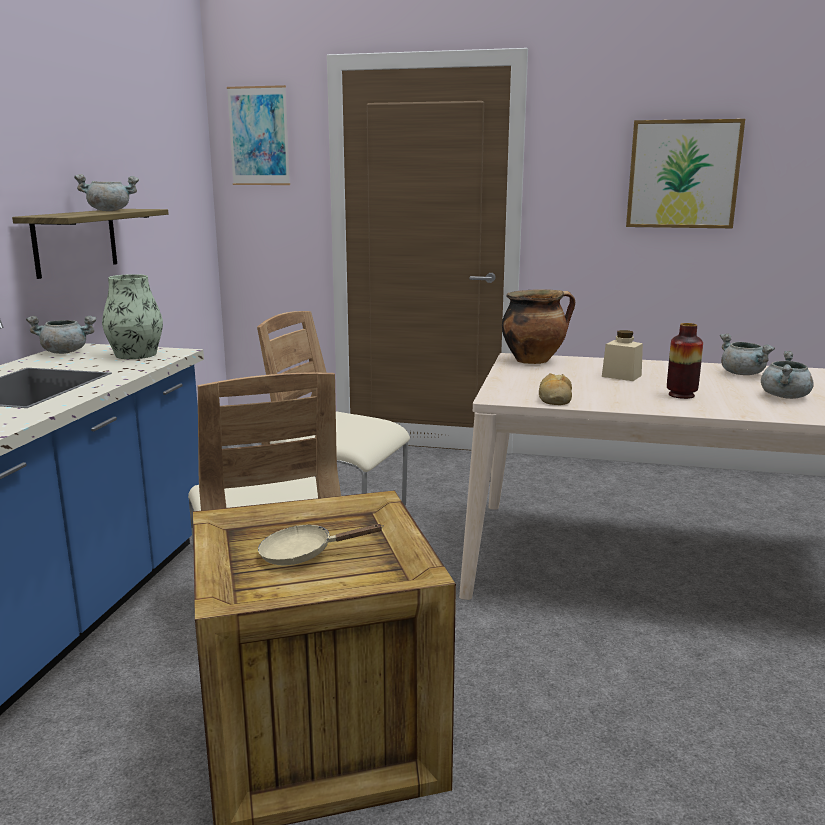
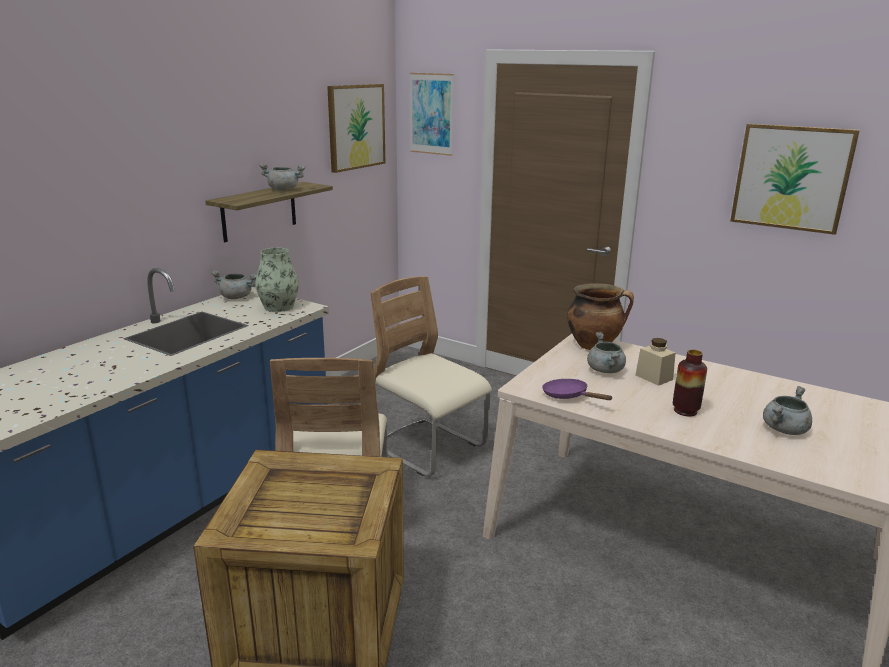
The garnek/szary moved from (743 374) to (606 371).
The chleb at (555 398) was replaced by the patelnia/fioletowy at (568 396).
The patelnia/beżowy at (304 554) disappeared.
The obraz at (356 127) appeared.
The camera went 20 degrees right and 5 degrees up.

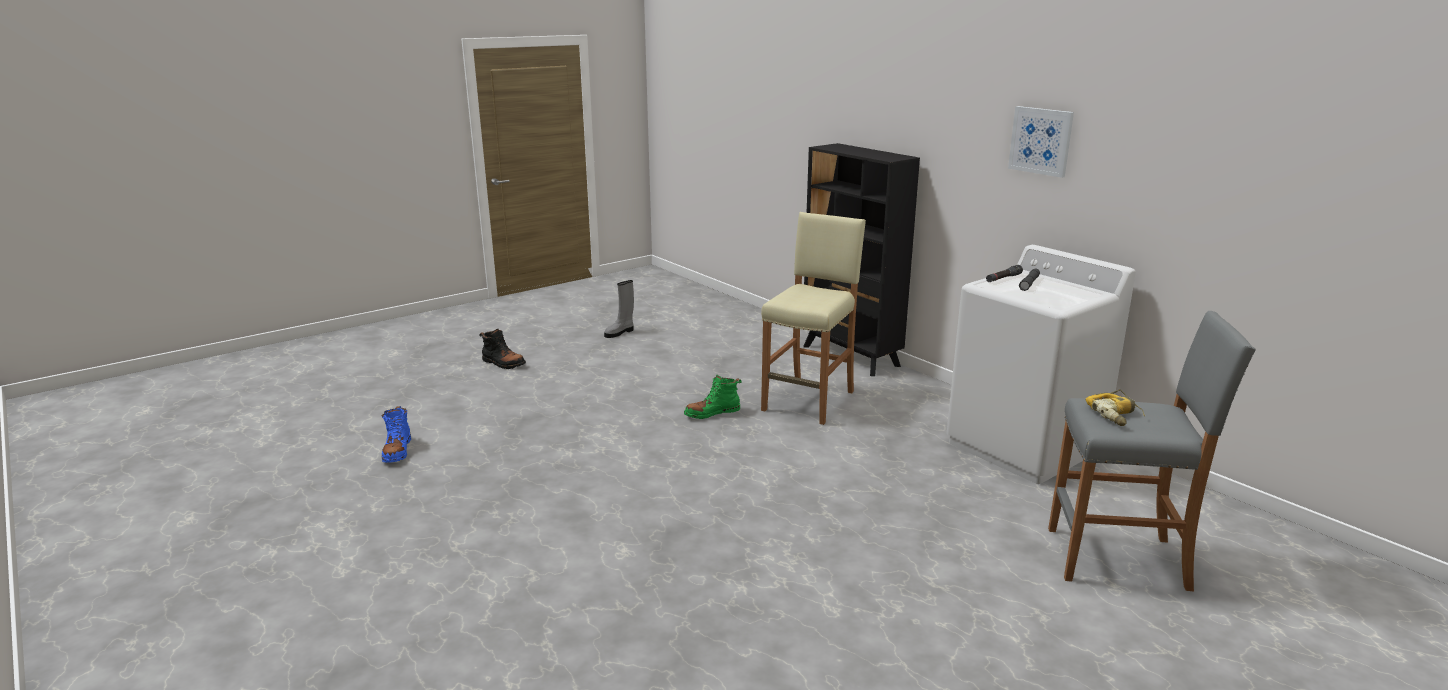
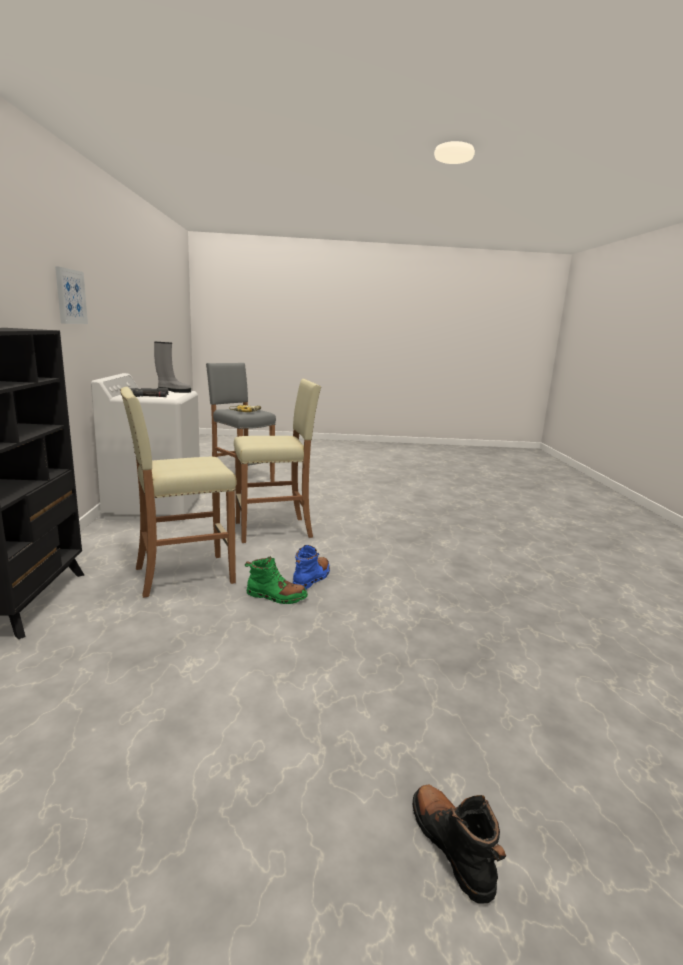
The but z cholewką/szary moved from (620 332) to (173 391).
The but z cholewką/niebieski moved from (397 451) to (312 578).
The stołek/beżowy at (274 530) appeared.
The camera went 145 degrees left and 5 degrees down.

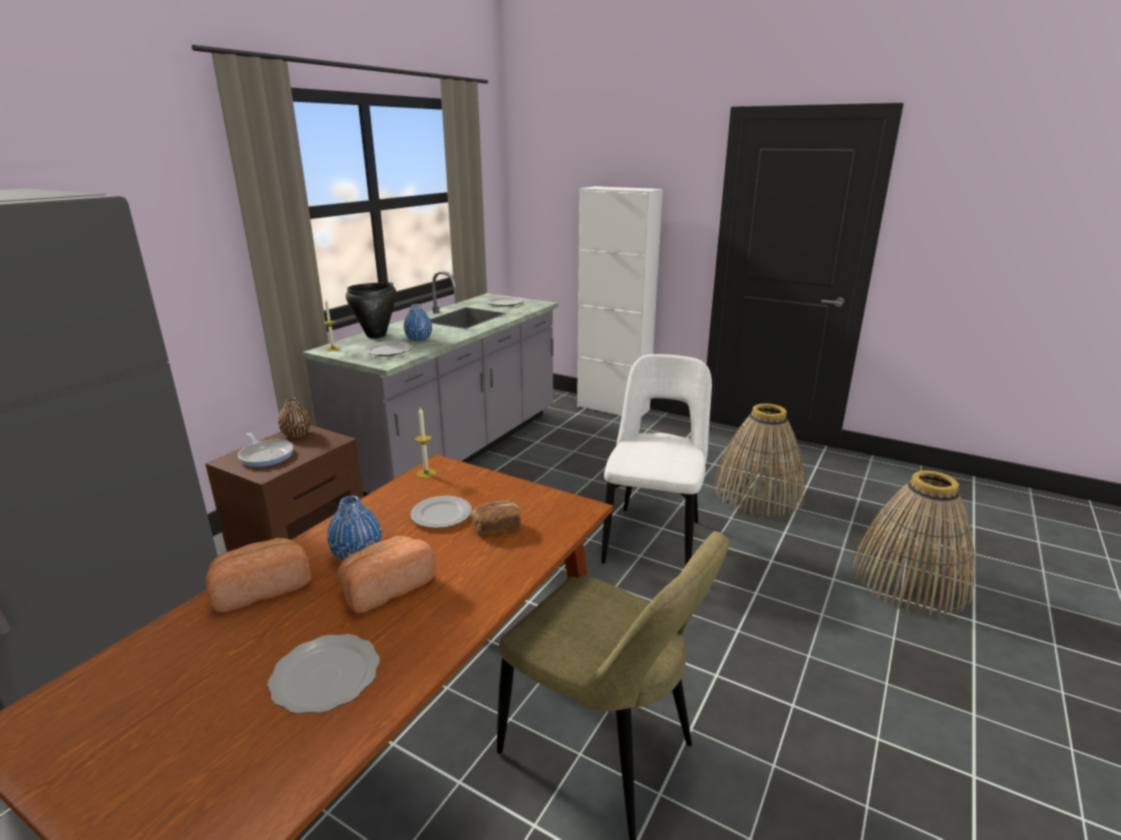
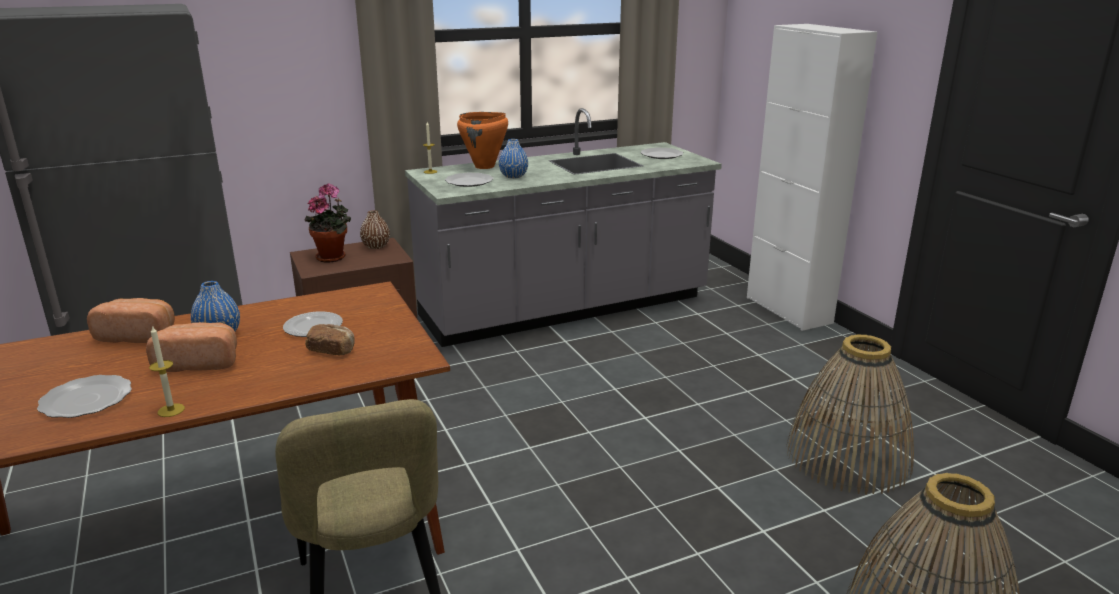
The garnek/czarny at (376 335) became the garnek/pomarańczowy at (484 166).
The krzesło/biały at (654 538) disappeared.
The świeca moved from (426 473) to (171 410).
The patelnia at (266 455) was replaced by the roślina doniczkowa at (333 257).
The camera went 35 degrees right and 0 degrees up.

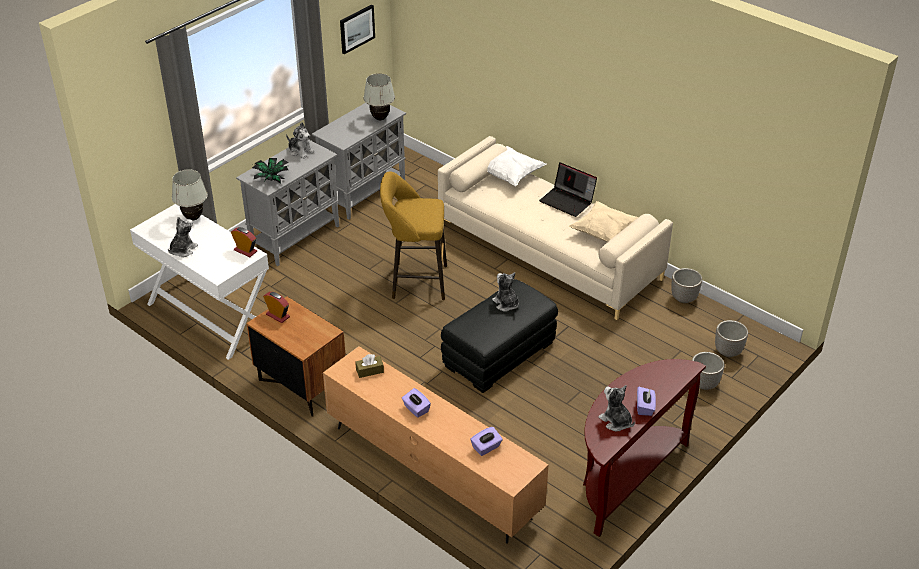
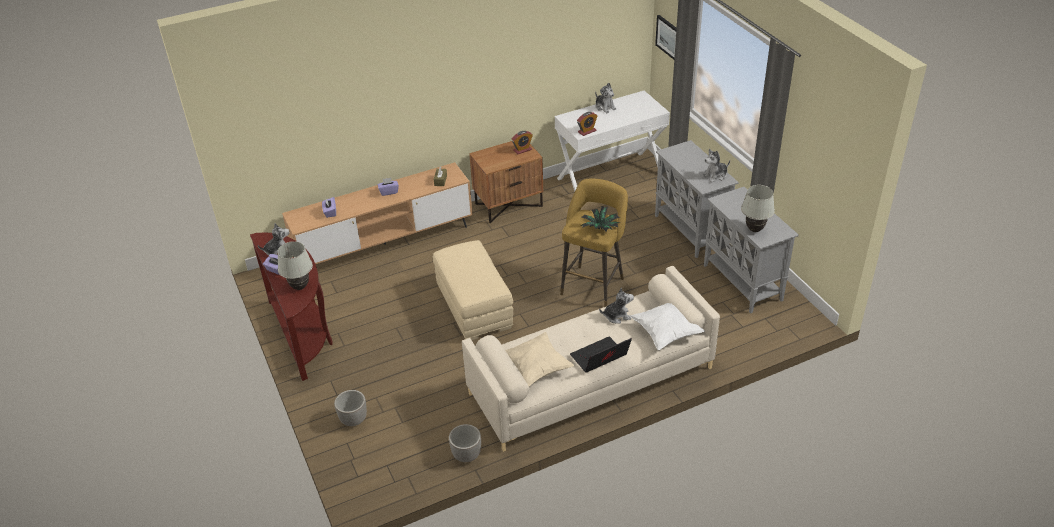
The obraz moved from (356 28) to (669 37).
The roślina doniczkowa moved from (271 178) to (600 229).
The lampa stołowa/biały moved from (193 217) to (300 287).
The pluszak moved from (506 304) to (617 316).
The pufa/czarny at (499 355) became the pufa/beżowy at (473 307).
The donica at (728 352) disappeared.
The camera went 115 degrees right and 0 degrees up.

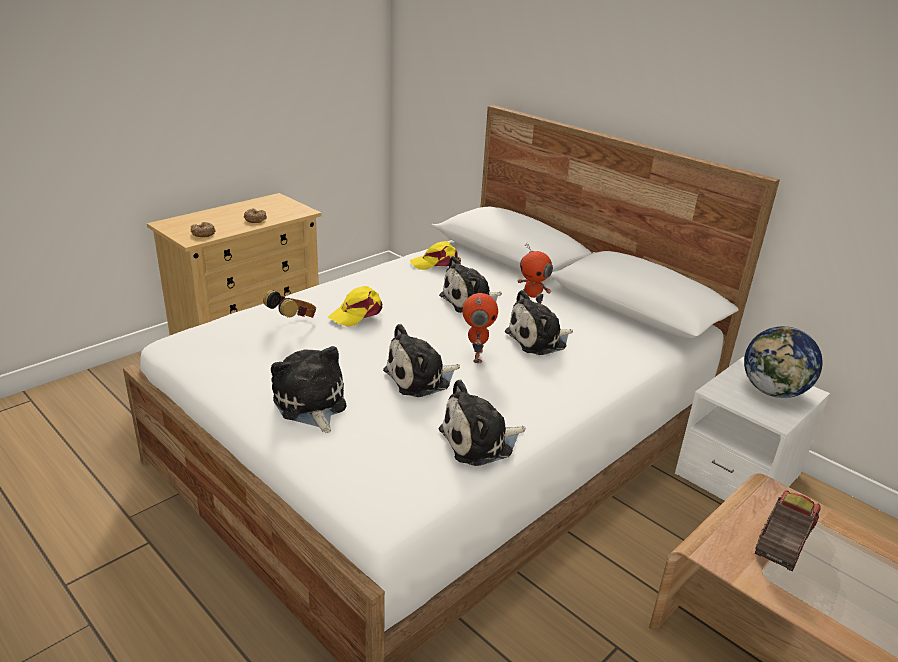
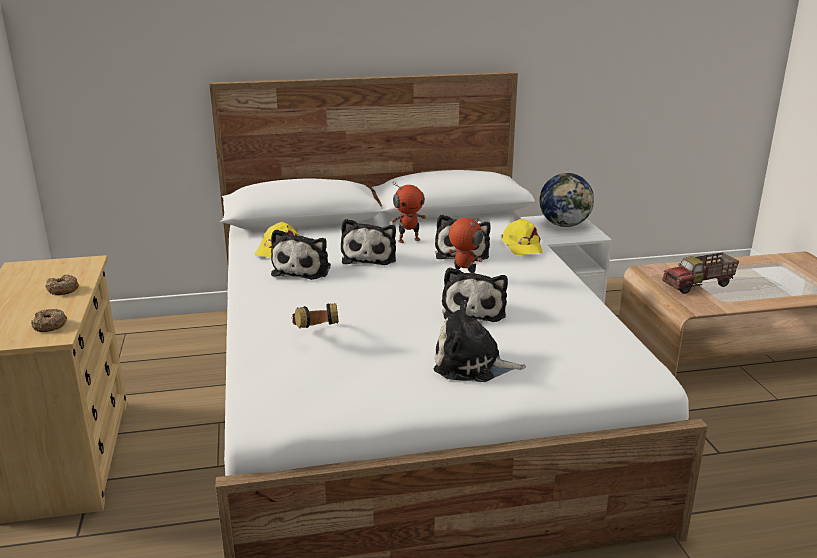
The czapka z daszkiem/żółty moved from (357 313) to (521 246).
The pluszak moved from (480 441) to (303 269).
The ciężarówka zabawkowa at (782 542) turned 90 degrees counterclockwise.
The camera went 55 degrees left and 5 degrees down.

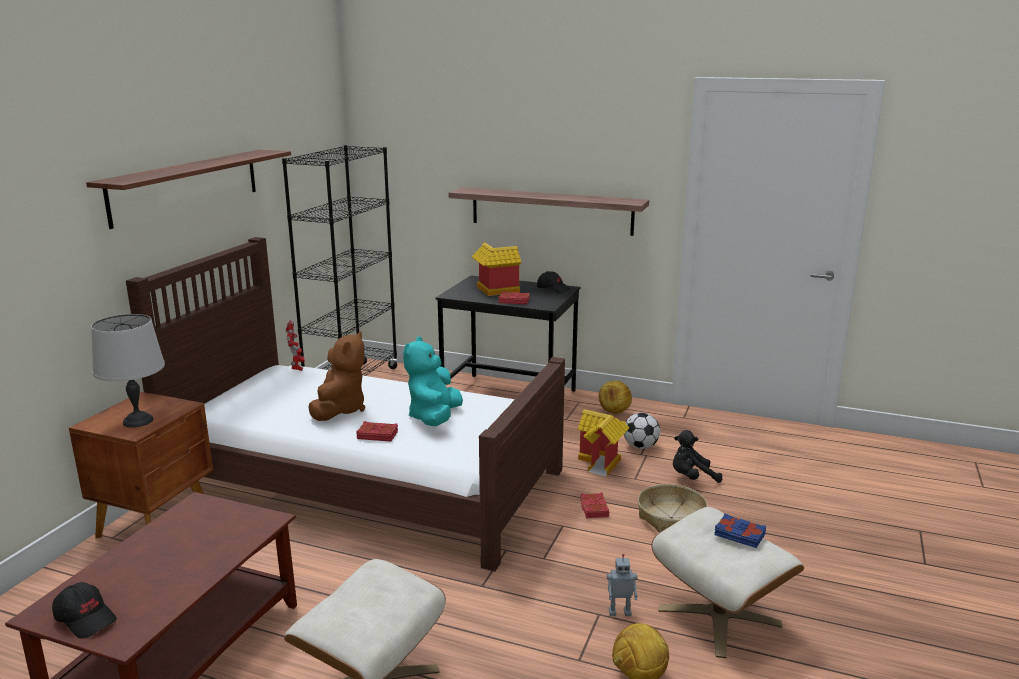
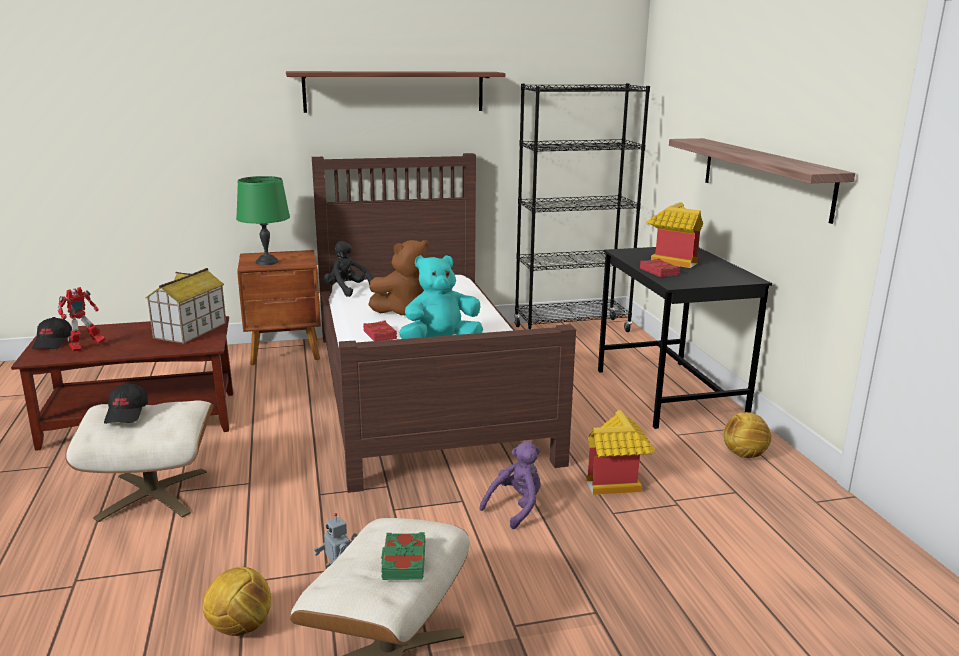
The czapka z daszkiem/czarny moved from (553 289) to (127 413).
The lampa stołowa/szary at (138 421) became the lampa stołowa/zielony at (267 262).
The robot zabawkowy moved from (297 368) to (85 347).
The piłka futbolowa at (640 447) disappeared.
The pluszak/czarny moved from (692 478) to (347 290).
The koszyk at (671 518) disappeared.
The książka/czerwony at (593 508) was replaced by the pluszak/fioletowy at (516 507).
The książka/niebieski at (739 535) became the książka/zielony at (403 561).
The domek at (190 330) appeared.
The camera went 55 degrees right and 0 degrees up.

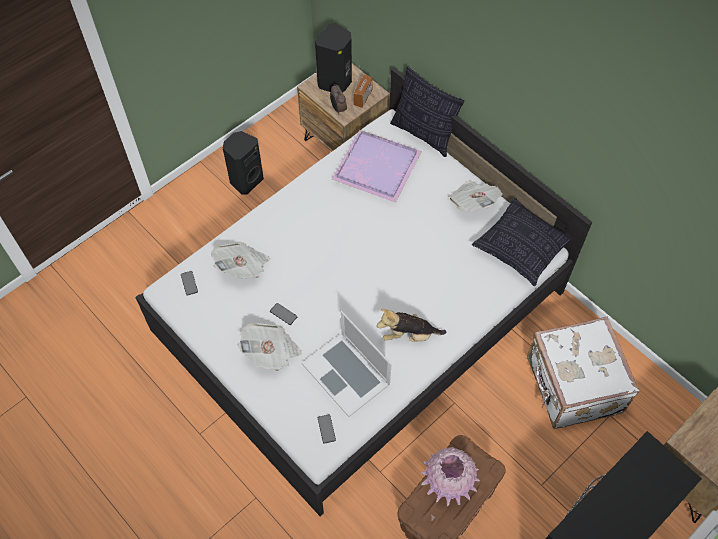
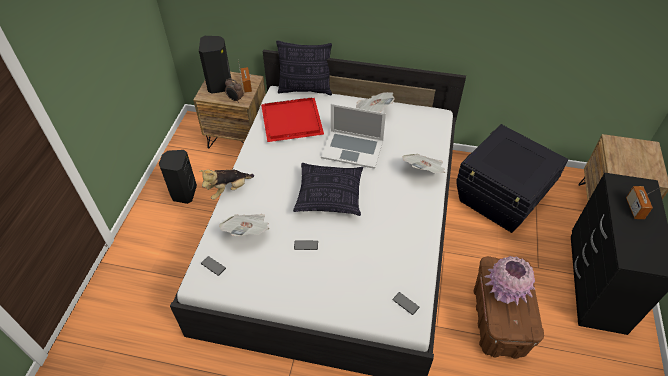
The taca/fioletowy at (375 167) became the taca/czerwony at (291 122).
The poduszka moved from (521 248) to (329 196).
The pluszak moved from (408 335) to (229 190).
The laptop moved from (346 373) to (352 149).
The walizka/biały at (572 386) was replaced by the pojemnik do przechowywania/czarny at (501 200).
The gazeta moved from (271 352) to (424 171).
The radio at (634 208) appeared.
The camera went 35 degrees left and 10 degrees down.

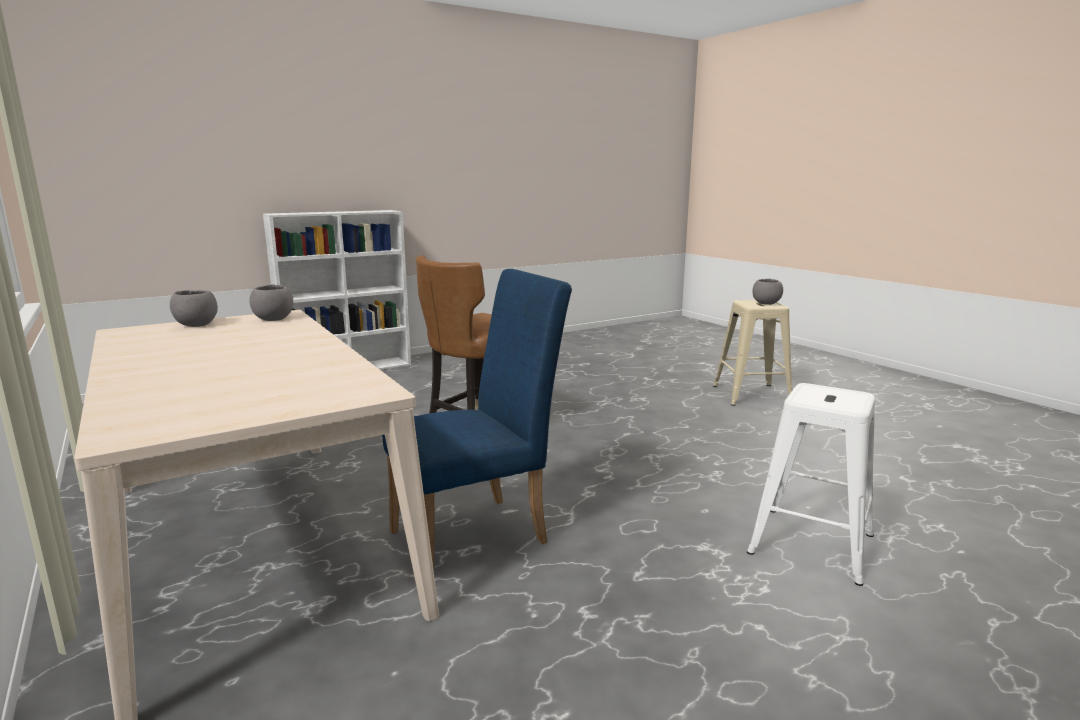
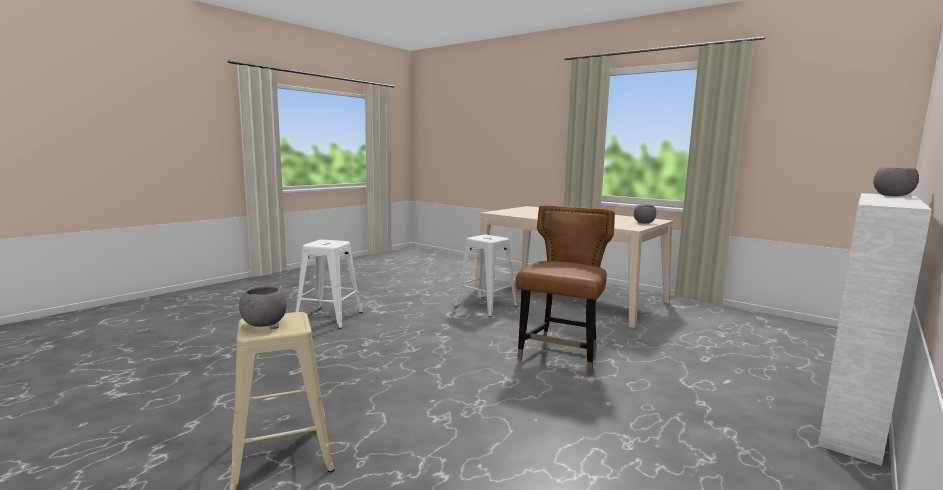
The krzesło/niebieski at (479 533) was replaced by the stołek/biały at (485 306).
The miska/szary moved from (273 319) to (892 195).
The camera went 160 degrees right and 5 degrees down.

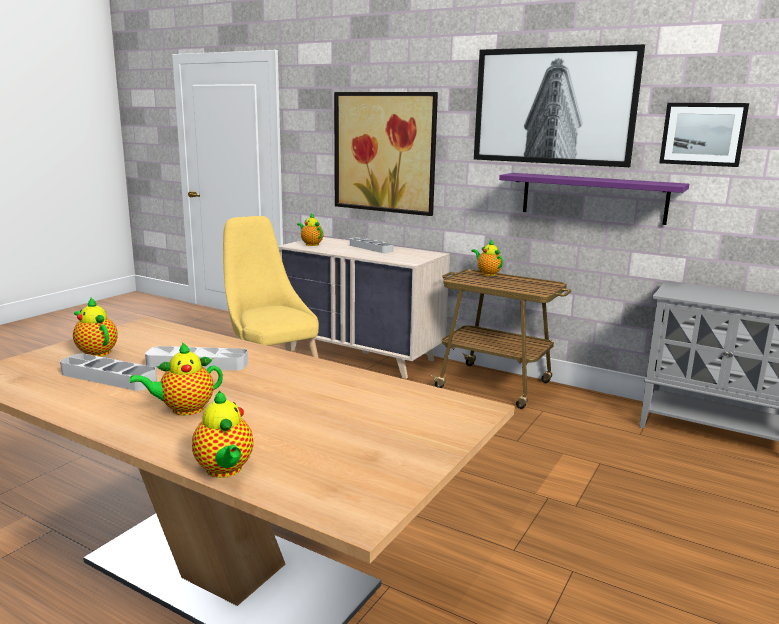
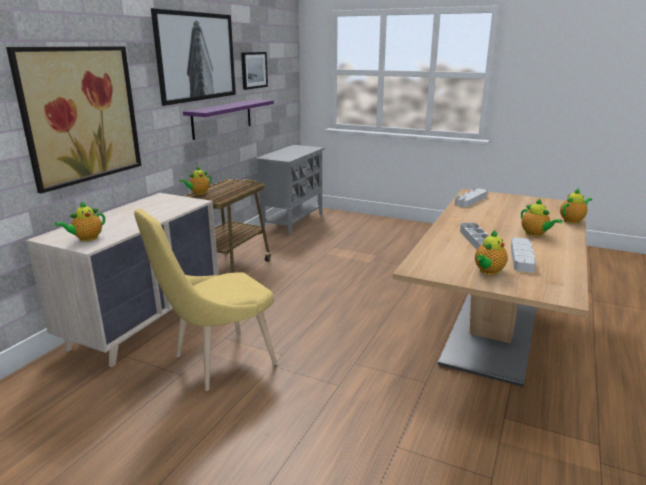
The taca/szary moved from (371 248) to (471 200).
The camera went 95 degrees left and 5 degrees up.

